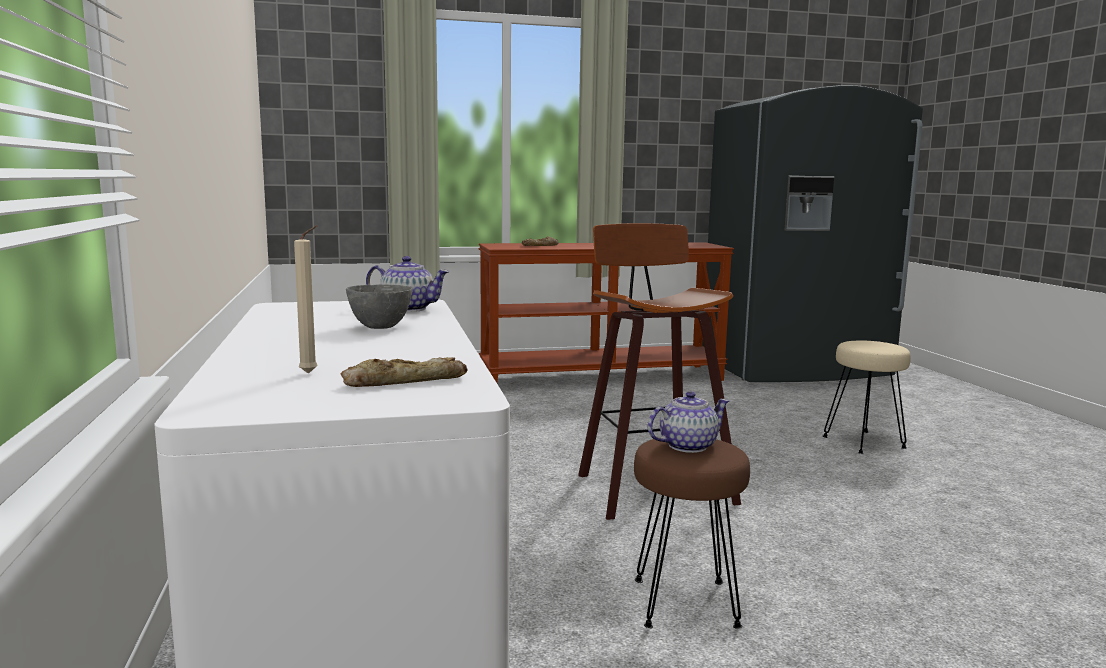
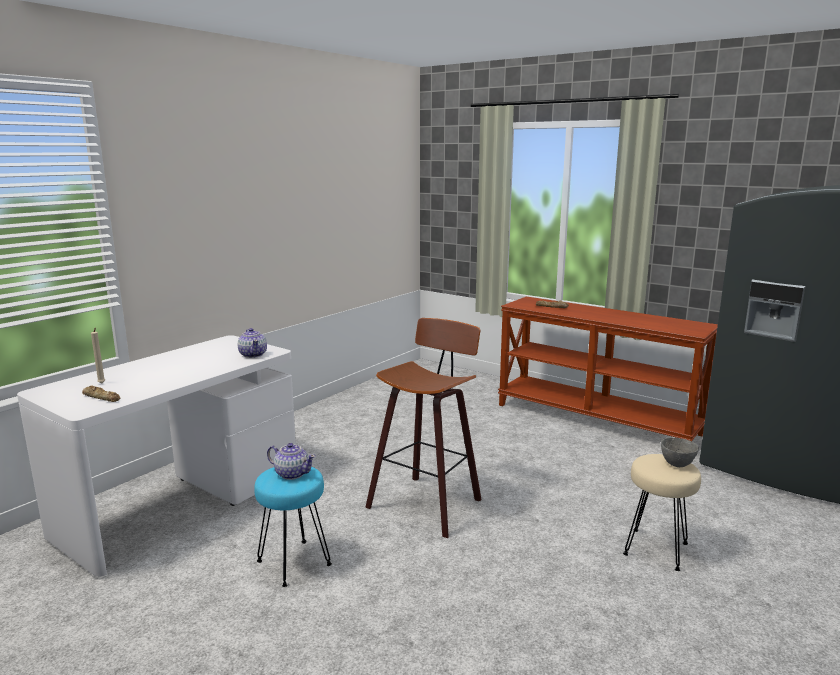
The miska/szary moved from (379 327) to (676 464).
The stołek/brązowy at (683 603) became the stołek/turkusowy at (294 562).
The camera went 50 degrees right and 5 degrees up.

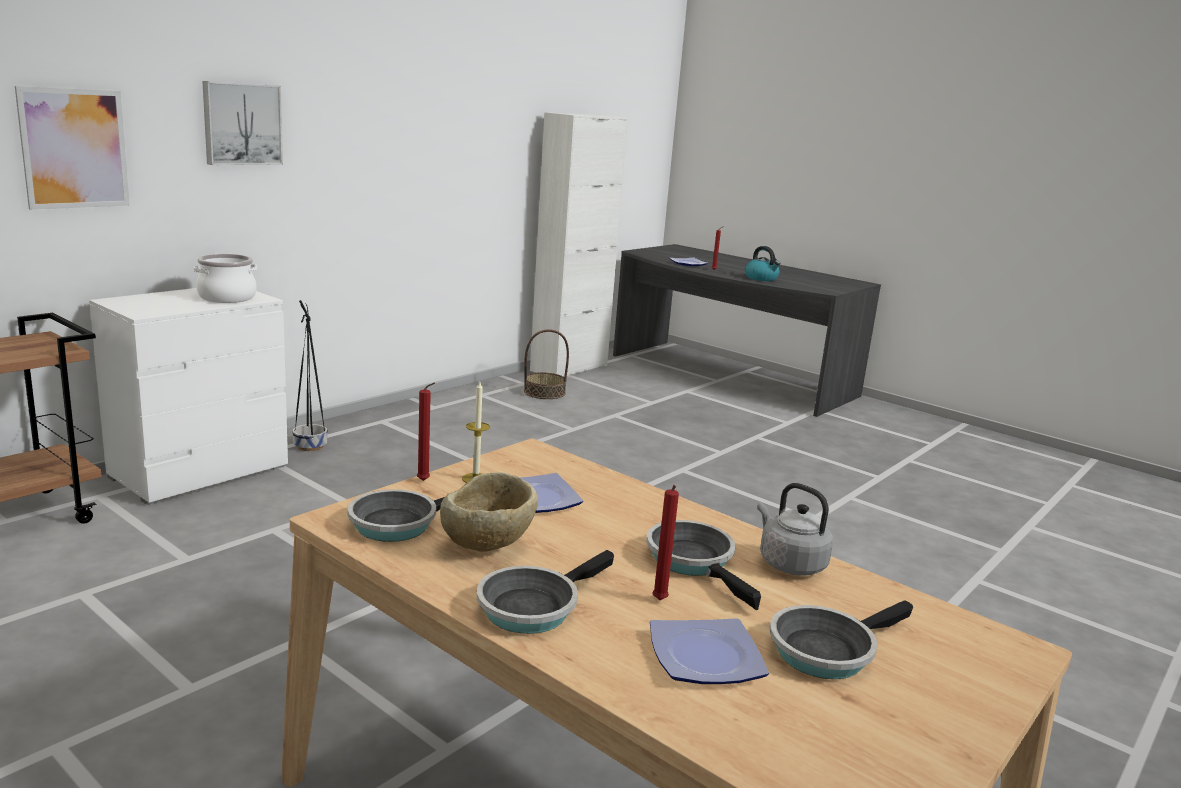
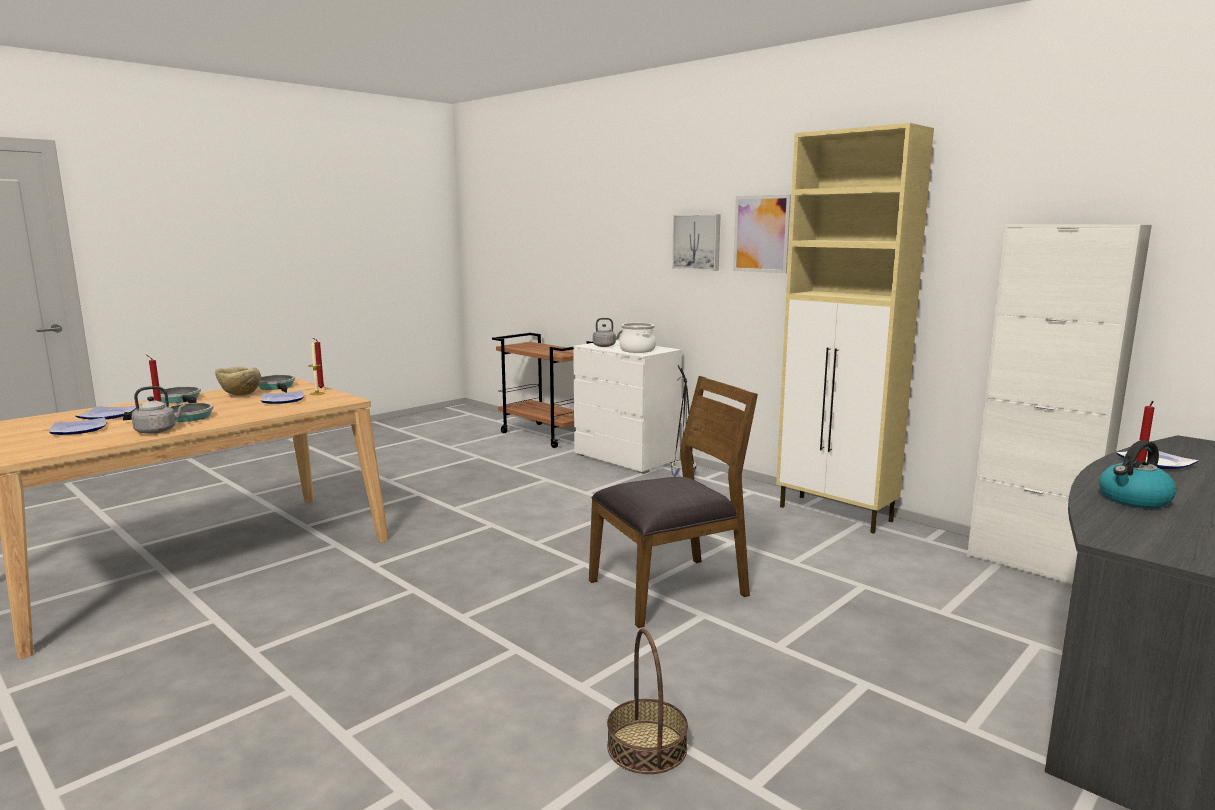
The obraz moved from (74 149) to (761 234).
The koszyk moved from (544 392) to (646 747).
The patelnia at (826 650) was replaced by the talerz at (80 429).
The szafka/beżowy at (836 514) appeared.
The czajnik/szary at (605 346) appeared.
The krzesło/brązowy at (670 589) appeared.
The camera went 95 degrees right and 5 degrees down.

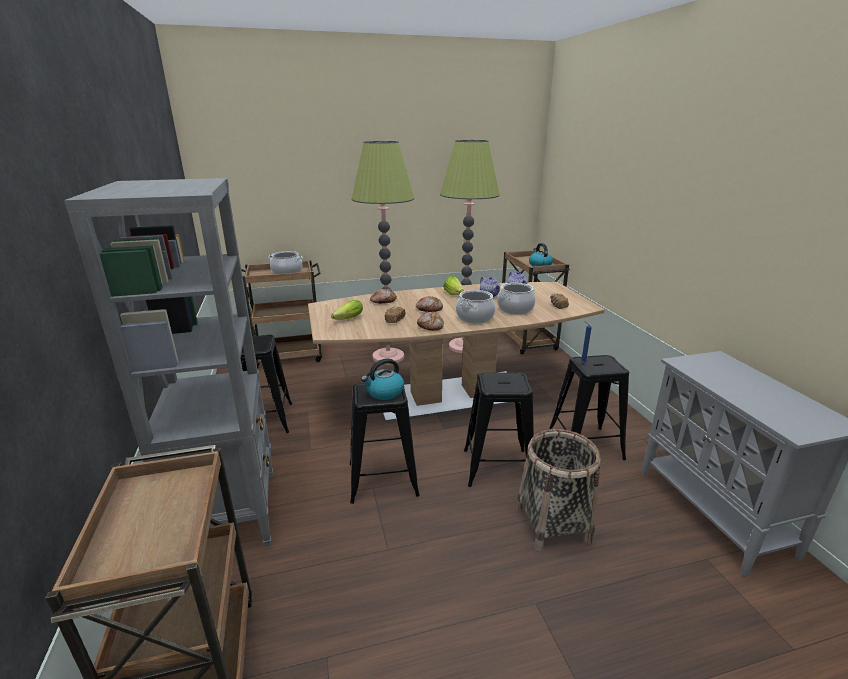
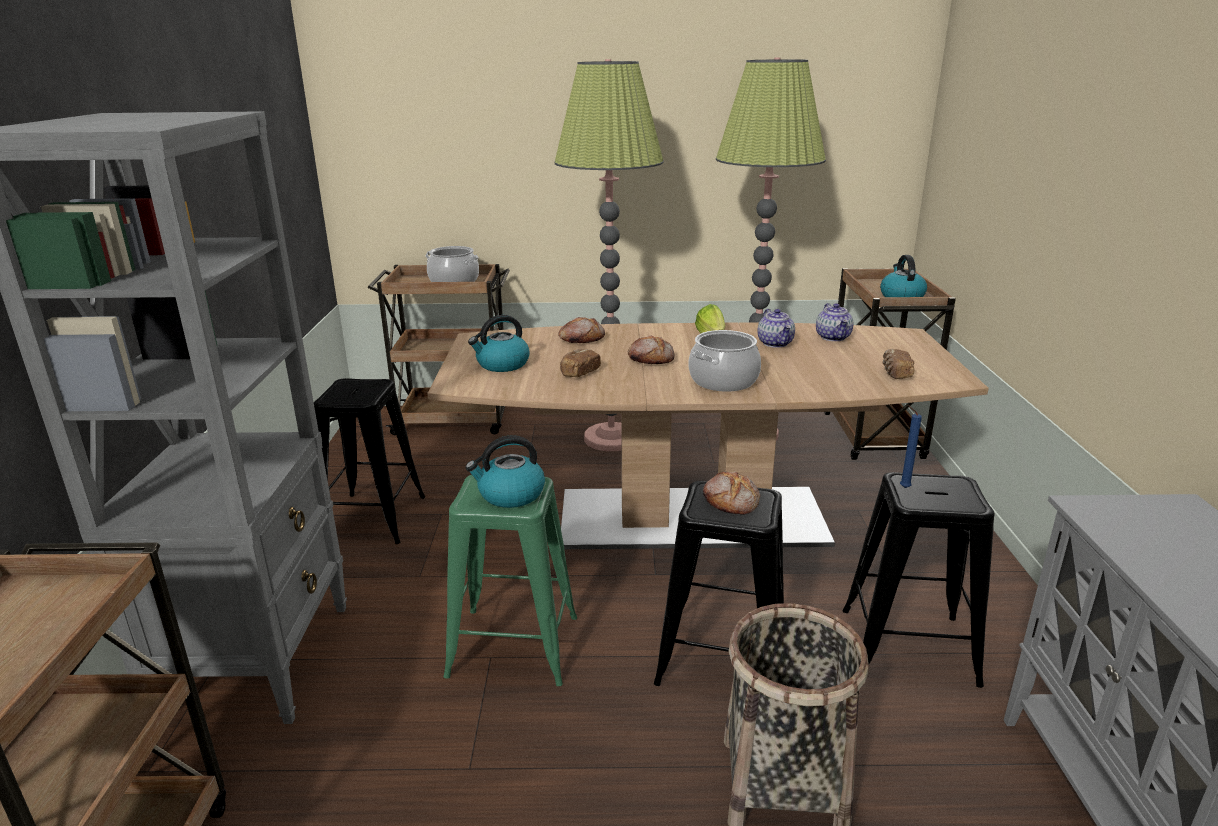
The garnek at (515 309) disappeared.
The sałata at (347 319) was replaced by the czajnik at (502 365).
The chleb moved from (430 326) to (731 501).
The stołek/czarny at (383 479) became the stołek/zielony at (513 646).
The camera went 15 degrees right and 0 degrees up.

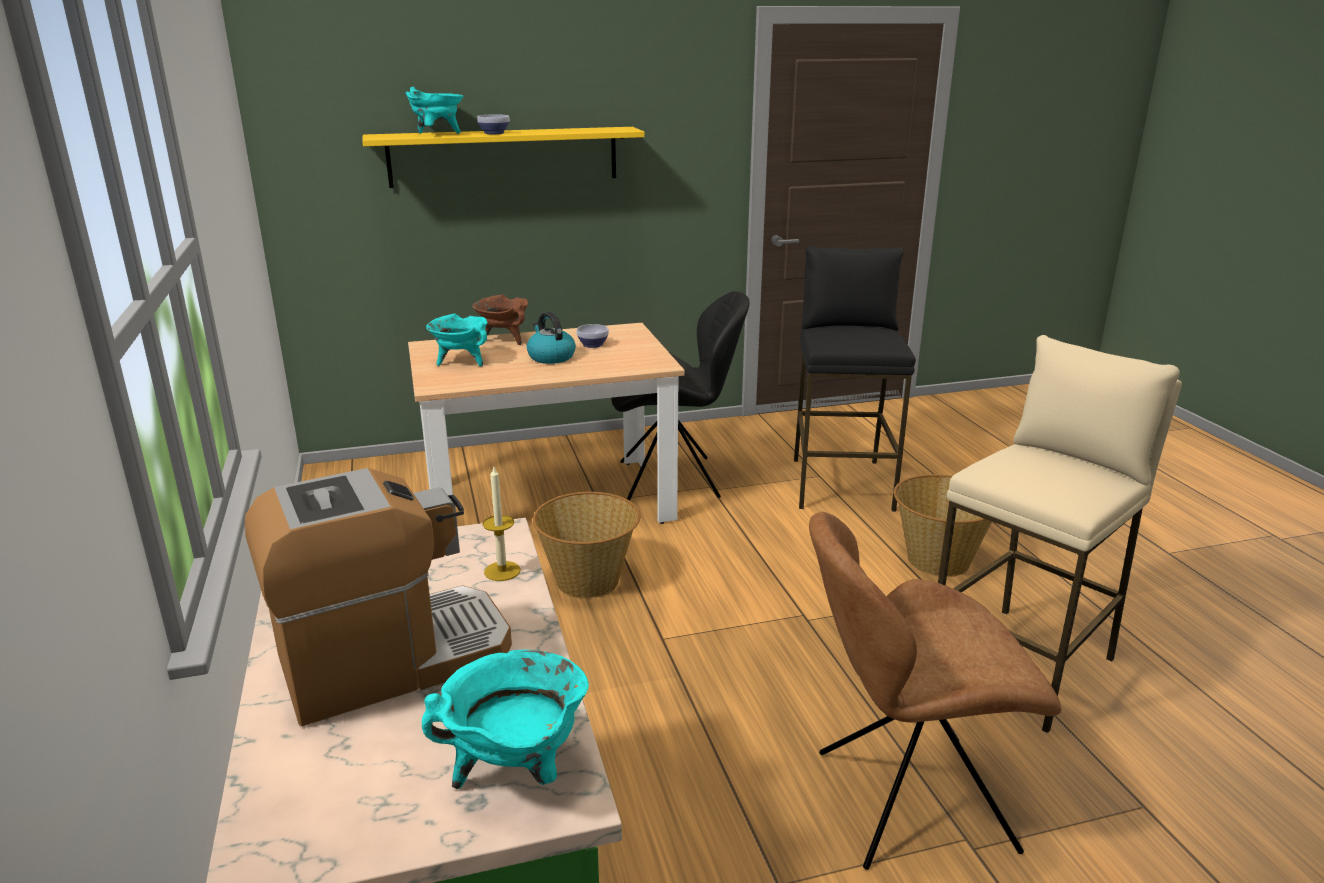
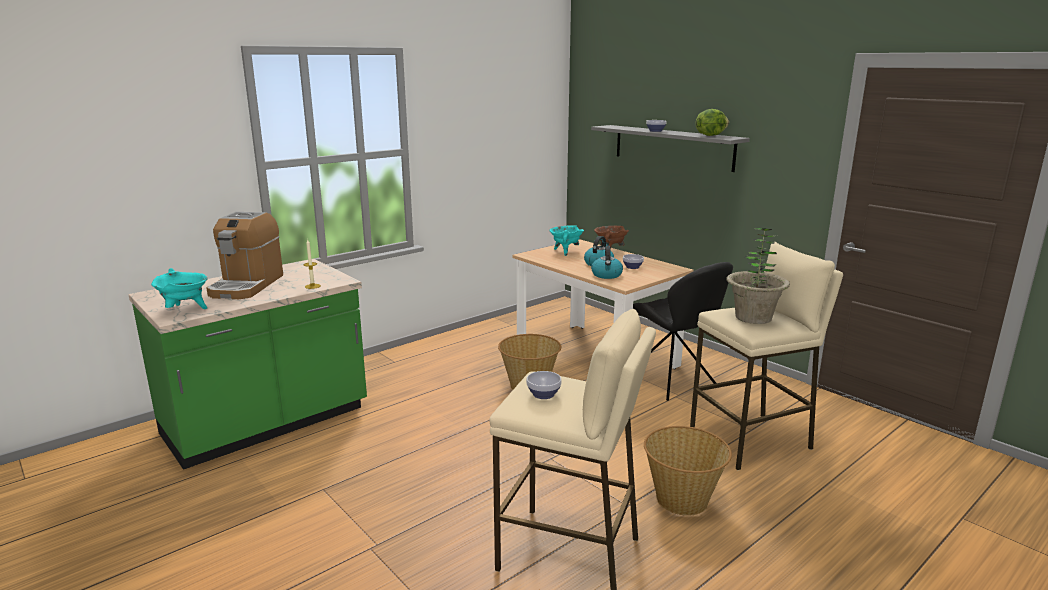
The garnek/turkusowy at (437 134) disappeared.
The półka/żółty at (504 156) became the półka/szary at (672 147).
The stołek/czarny at (841 483) became the stołek/beżowy at (751 440).
The ekspres do kawy at (392 659) turned 60 degrees clockwise.
The krzesło/brązowy at (906 801) disappeared.
The sałata at (710 135) appeared.
The roślina doniczkowa at (753 317) appeared.
The czajnik at (607 275) appeared.
The miska at (544 395) appeared.
The camera went 65 degrees right and 5 degrees down.

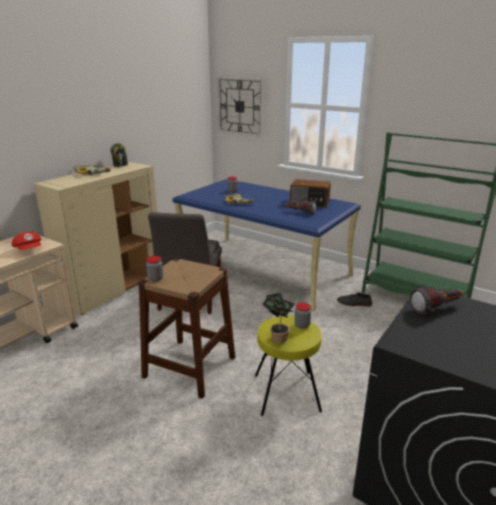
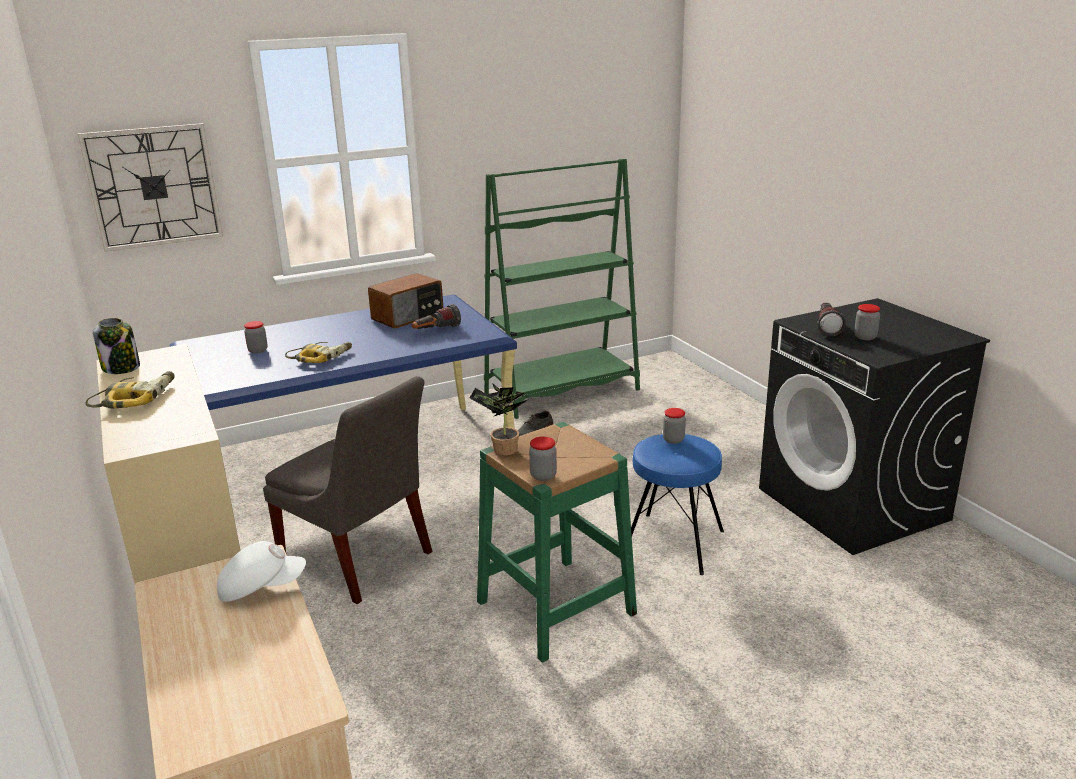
The czapka z daszkiem/czerwony at (29 250) became the czapka z daszkiem/biały at (261 587).
The stołek/brązowy at (190 366) became the stołek/zielony at (555 607).
The roślina doniczkowa moved from (277 337) to (501 450).
The stołek/żółty at (287 392) became the stołek/niebieski at (674 543).
The słoik at (865 337) appeared.
The camera went 60 degrees left and 0 degrees up.

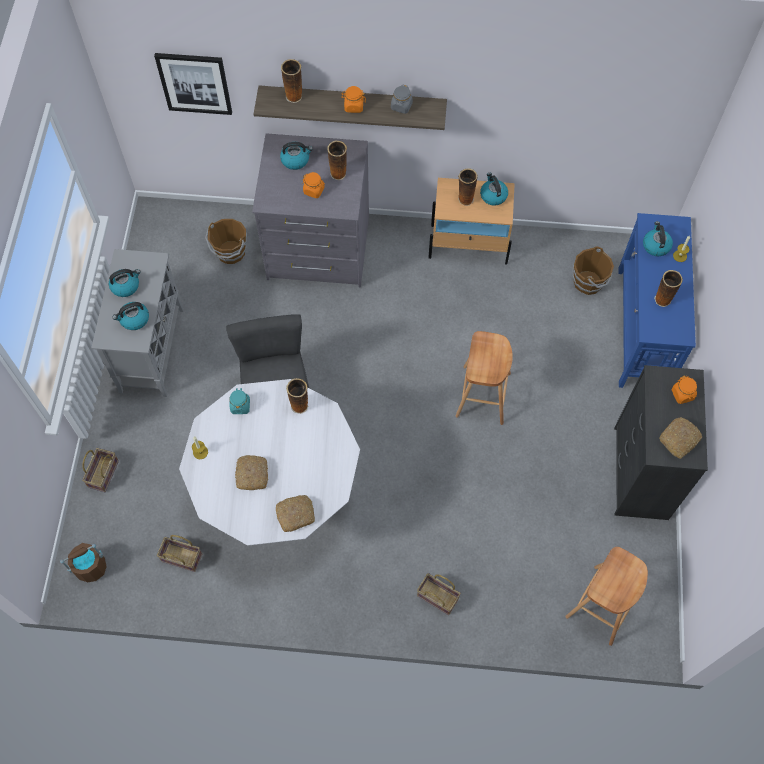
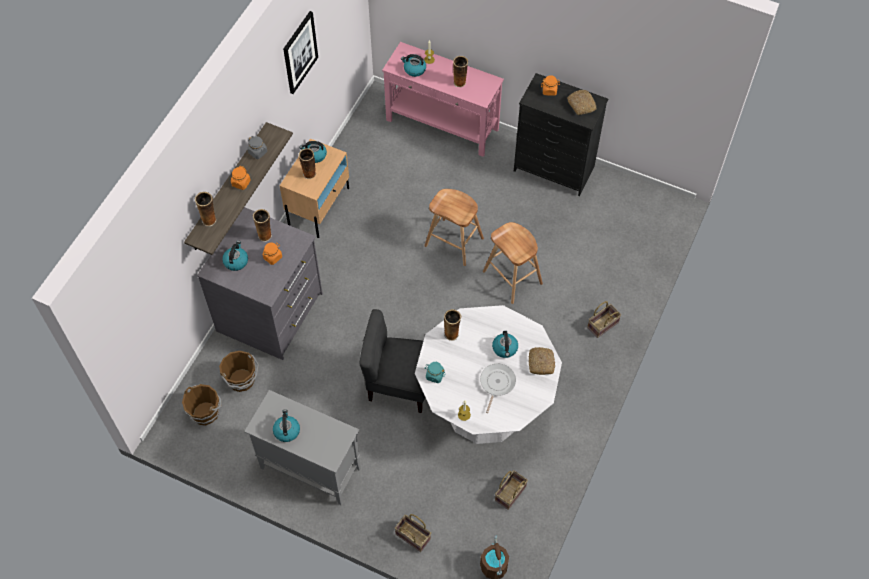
The obraz moved from (194 83) to (299 52).
The stolik konsolowy/niebieski at (642 328) became the stolik konsolowy/różowy at (442 125).
The wiadro/brązowy moved from (589 282) to (206 412).
The czajnik moved from (134 319) to (505 348).
The chleb at (251 474) was replaced by the patelnia at (496 383).
The stołek/brązowy moved from (603 604) to (512 277).
The camera went 70 degrees left and 5 degrees down.

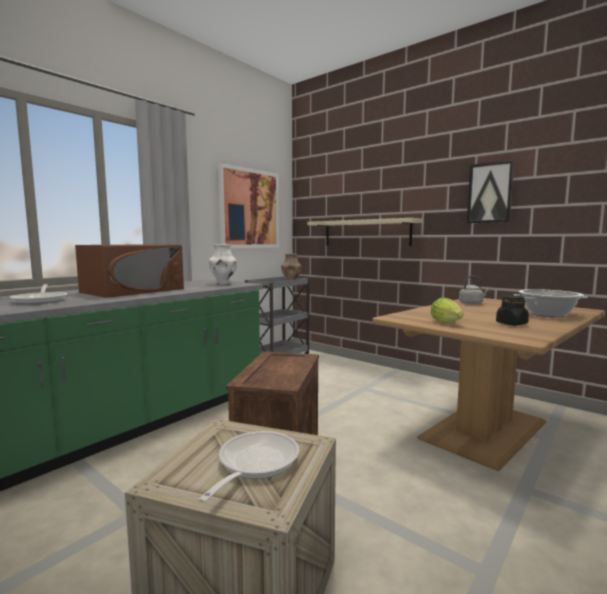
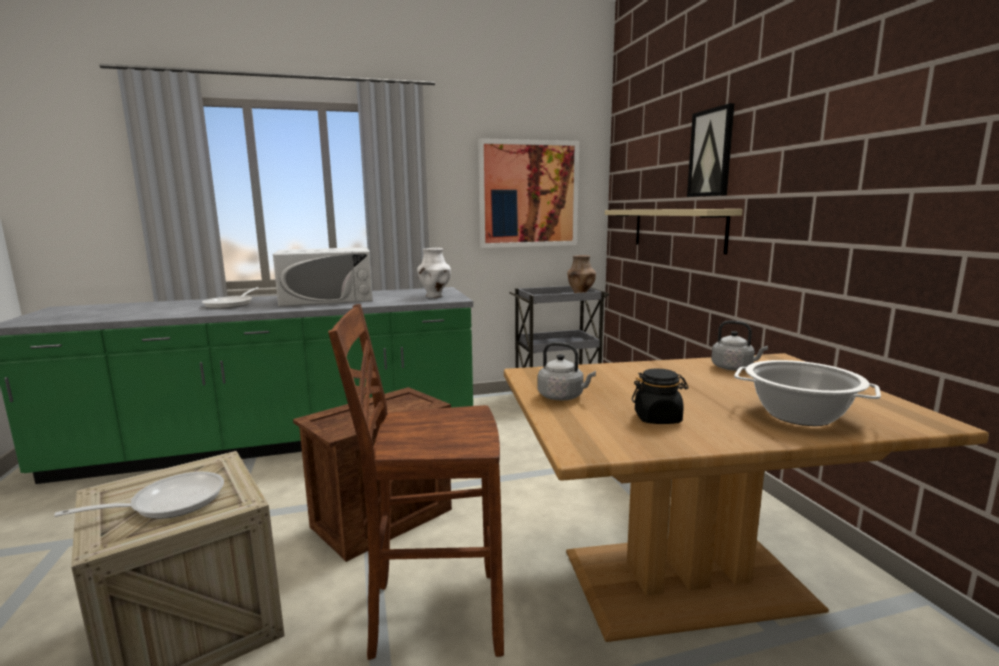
The obraz moved from (490 193) to (711 153).
The mikrofalówka/brązowy at (133 290) became the mikrofalówka/biały at (327 299).
The sałata at (447 323) was replaced by the czajnik/szary at (563 397).
The stołek/brązowy at (432 614) appeared.
The camera went 35 degrees right and 5 degrees up.

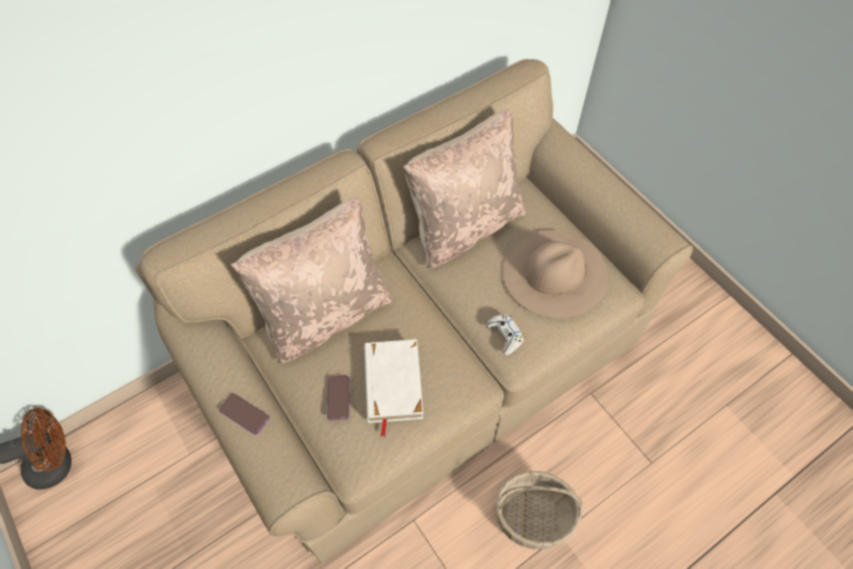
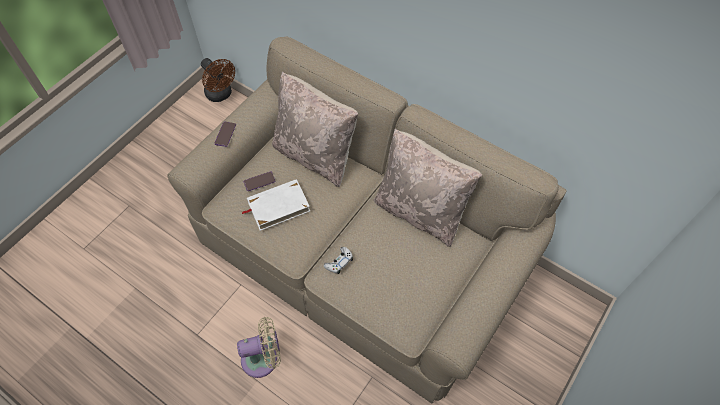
The kapelusz/beżowy at (554 273) disappeared.
The koszyk at (532 517) was replaced by the wentylator/beżowy at (263 358).
The camera went 70 degrees right and 0 degrees up.

